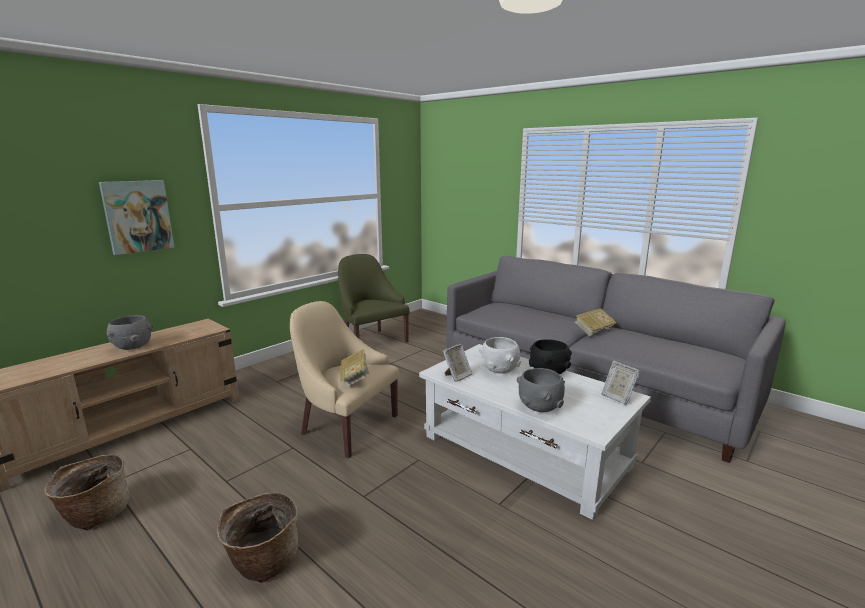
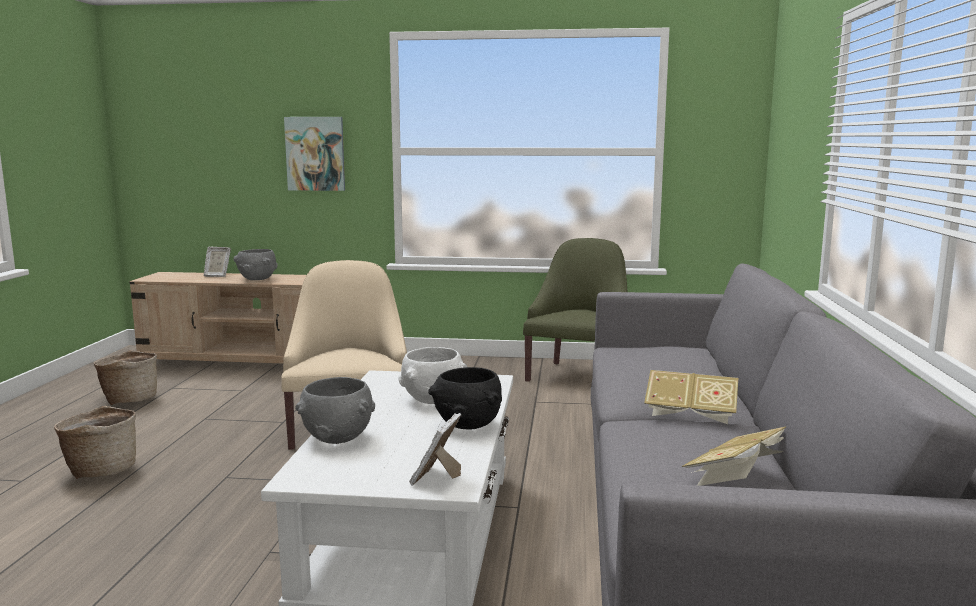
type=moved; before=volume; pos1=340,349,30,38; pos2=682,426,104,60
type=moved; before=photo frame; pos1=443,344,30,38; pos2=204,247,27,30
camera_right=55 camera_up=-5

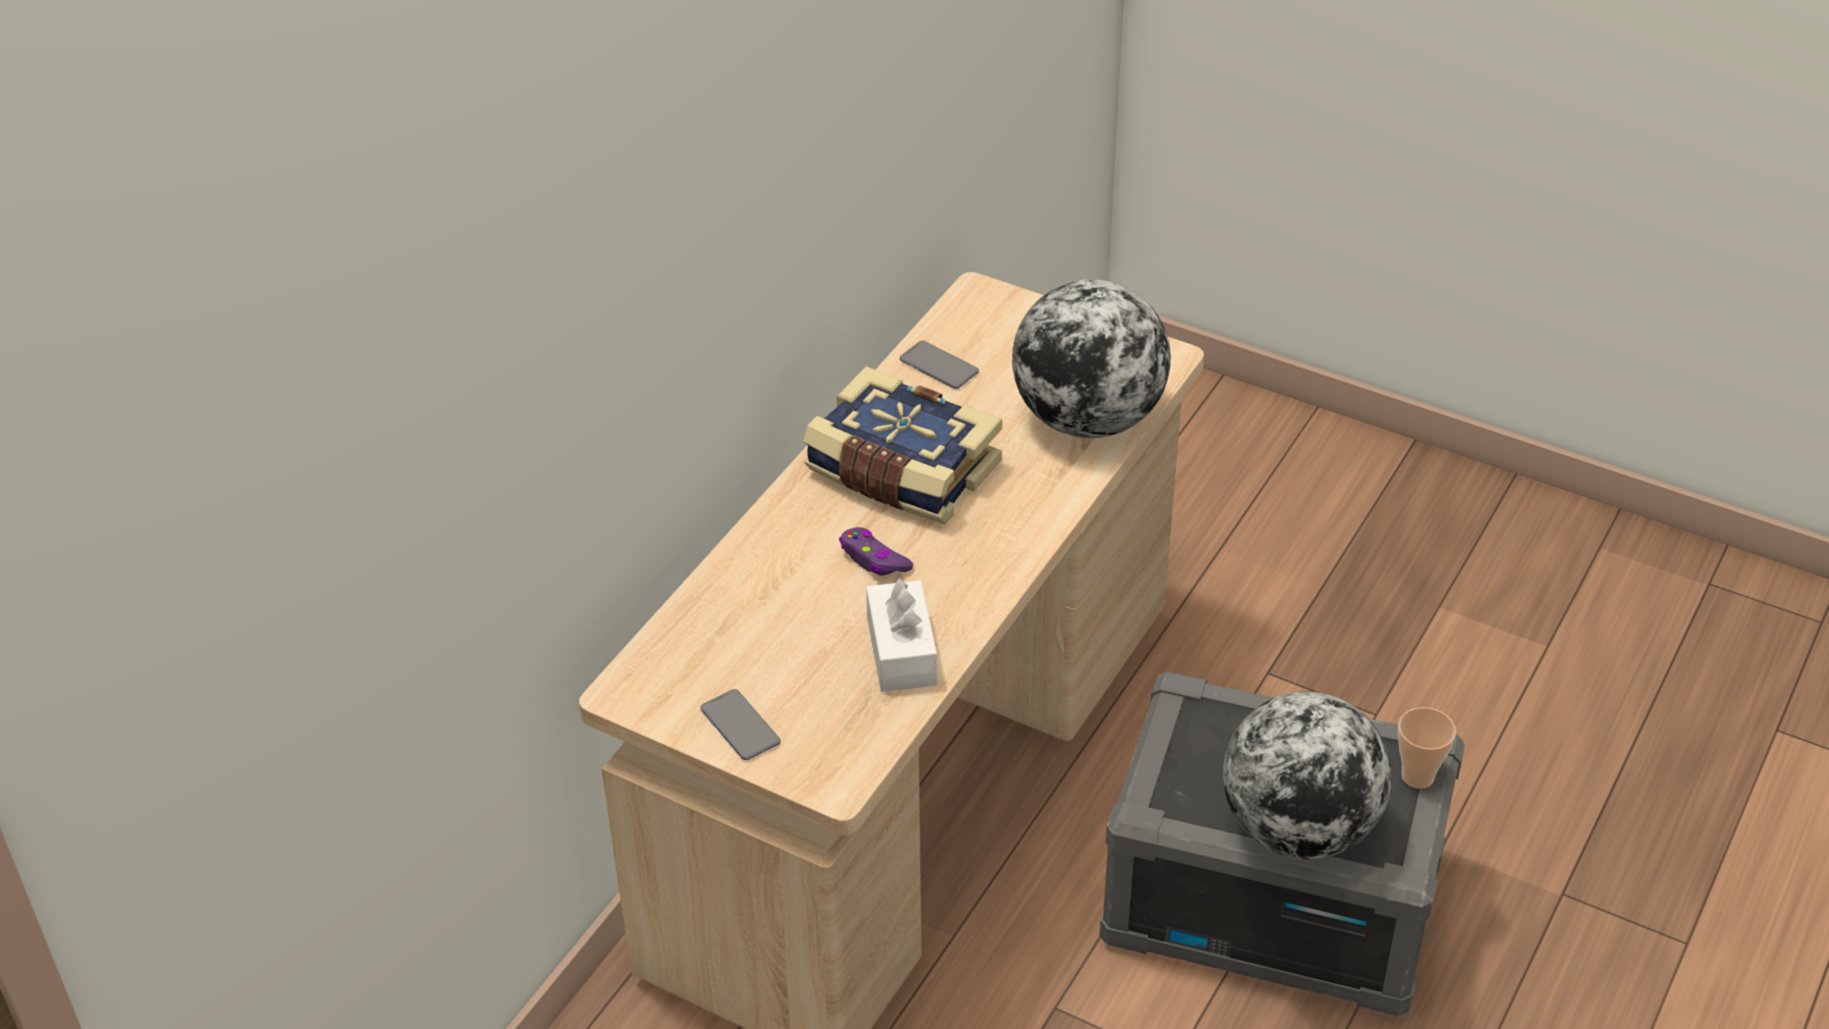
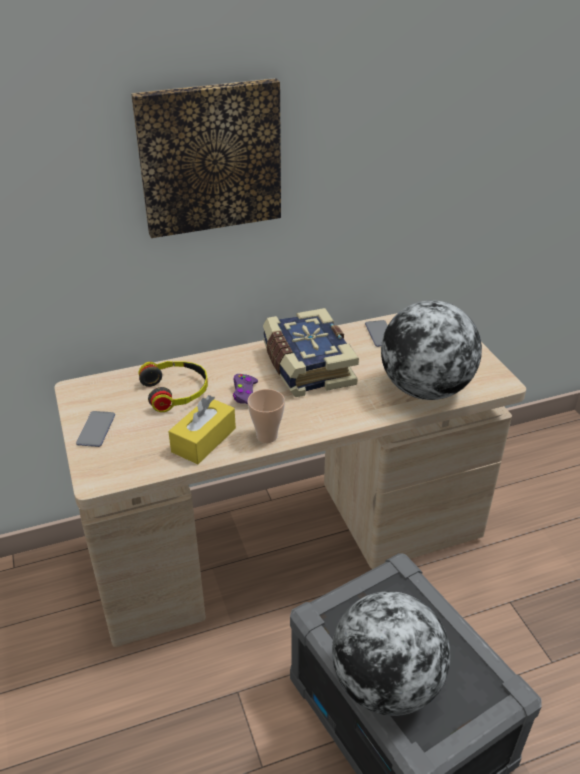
type=recoloured; before=whitish tissue box; after=yellow tissue box; pos1=866,578,71,114; pos2=168,395,68,69
type=moved; before=cup; pos1=1398,707,58,82; pos2=248,389,37,54
type=added; after=wall picture; pos2=131,78,150,160
type=added; after=headset; pos2=139,361,69,51
camera_right=40 camera_up=-5

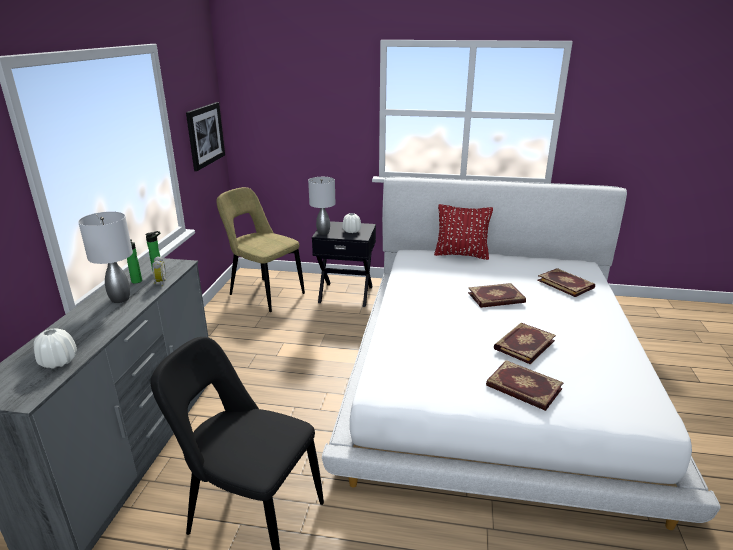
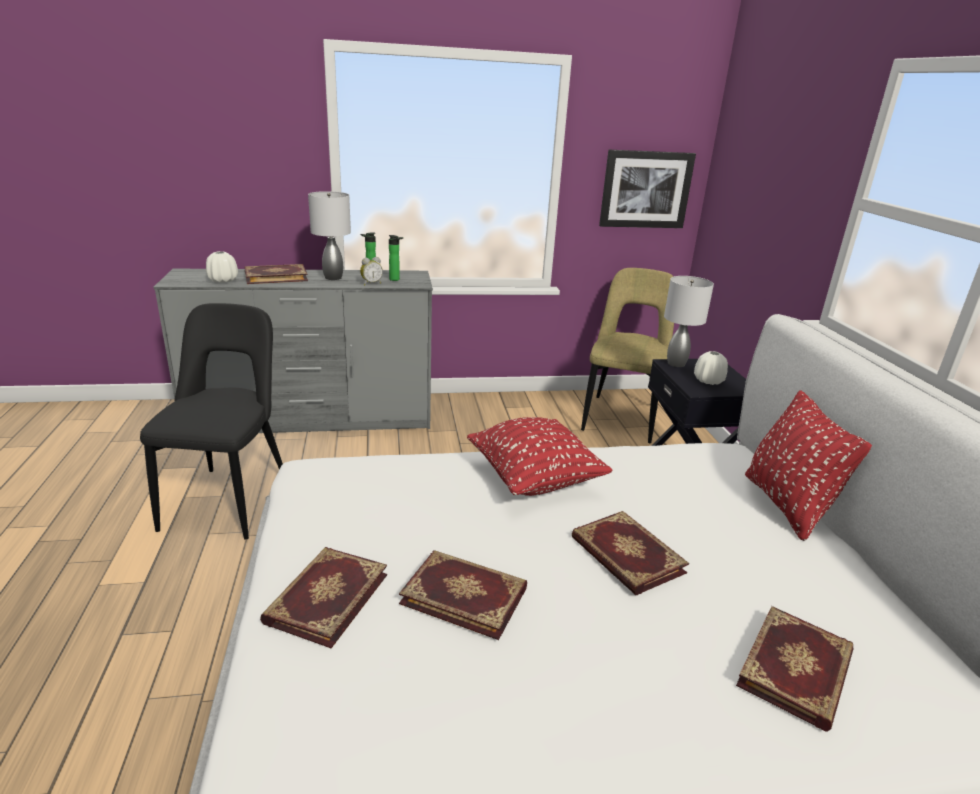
type=added; after=volume; pos2=244,264,64,20
type=added; after=red-coloured cushion; pos2=467,417,145,79
camera_right=70 camera_up=0

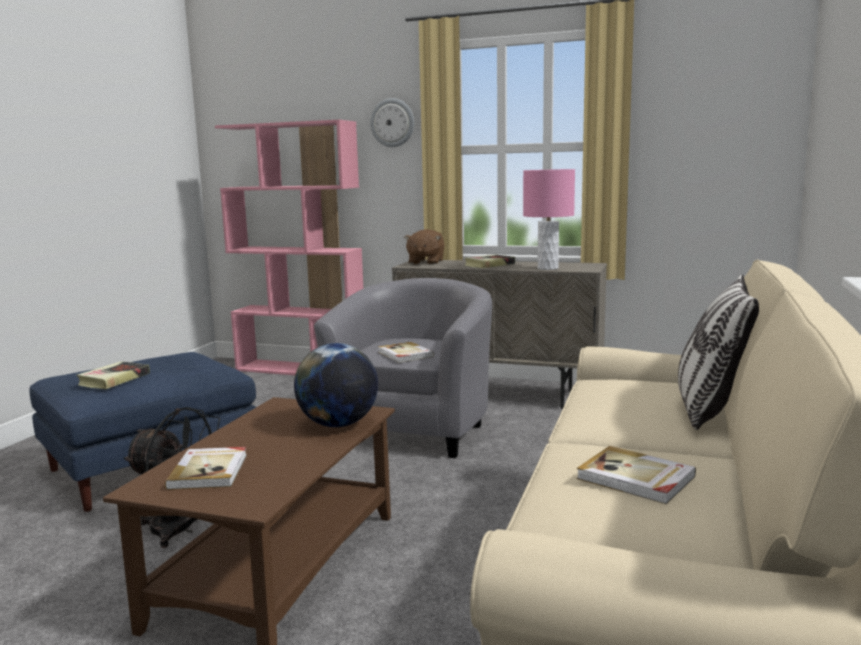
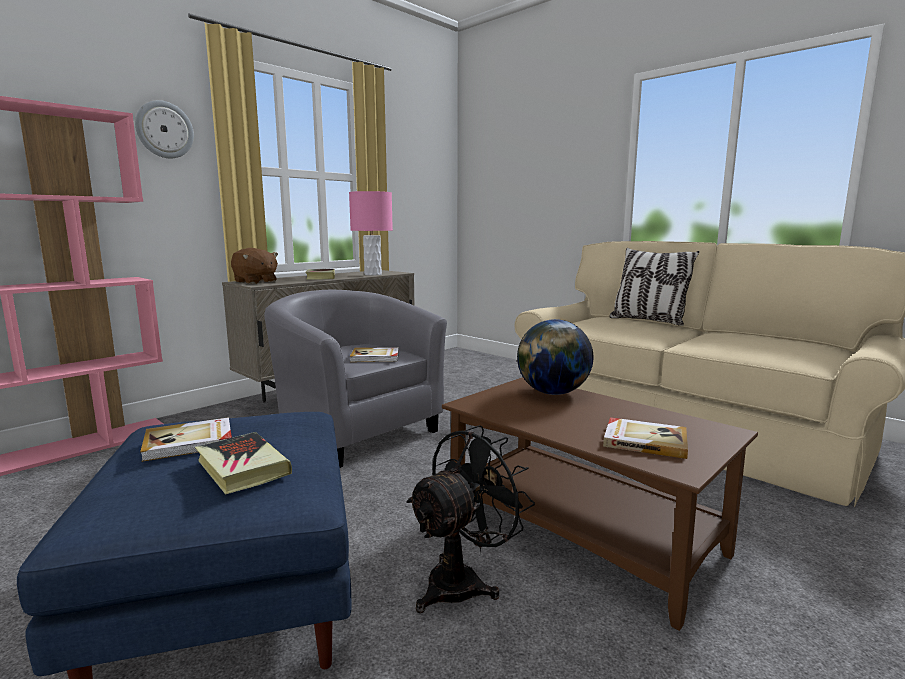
type=moved; before=volume; pos1=577,446,119,58; pos2=140,417,92,45
camera_right=-65 camera_up=0

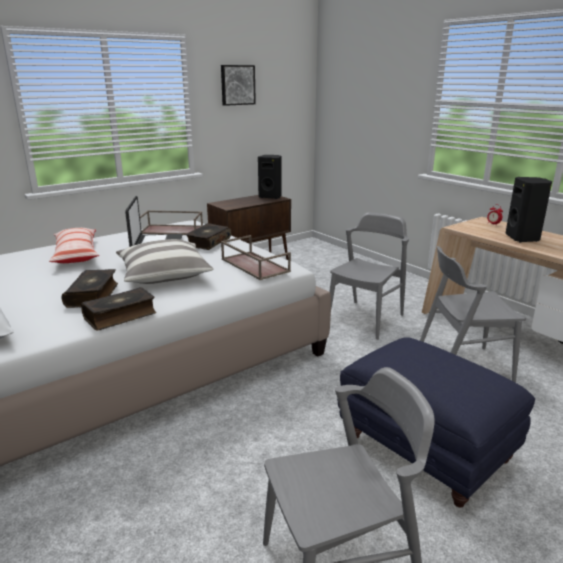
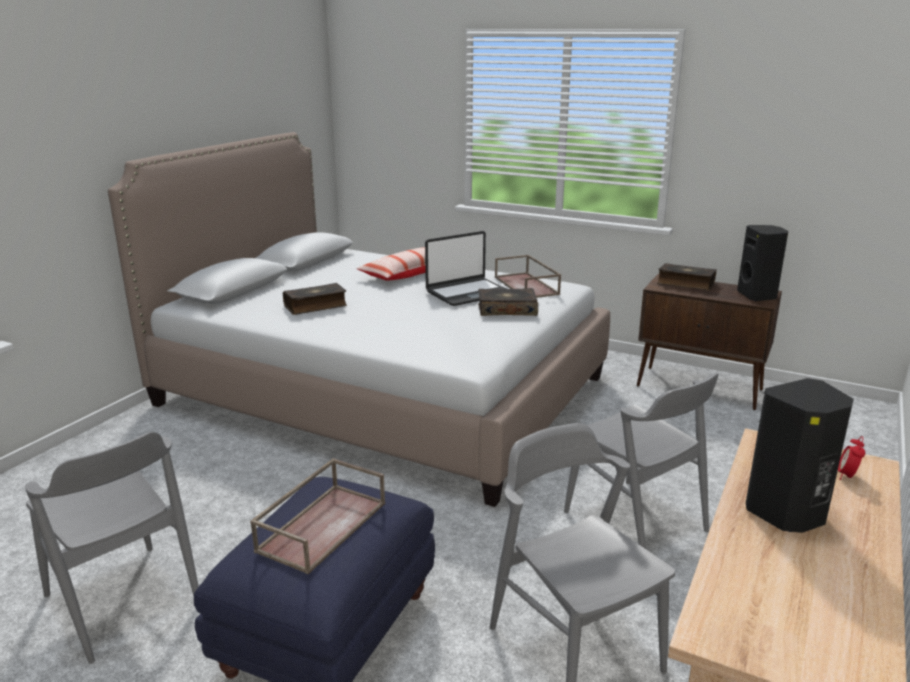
type=moved; before=volume; pos1=81,287,75,44; pos2=657,263,59,28
type=removed; before=cushion; pos1=116,239,97,45
type=removed; before=wall picture; pos1=221,65,35,41
type=moved; before=brown-coloured carrying tray; pos1=221,235,70,45; pos2=250,458,135,116
type=turned; before=greyish plain chair; pos1=329,212,80,128; pos2=564,373,155,176; turn=45
camera_right=65 camera_up=0

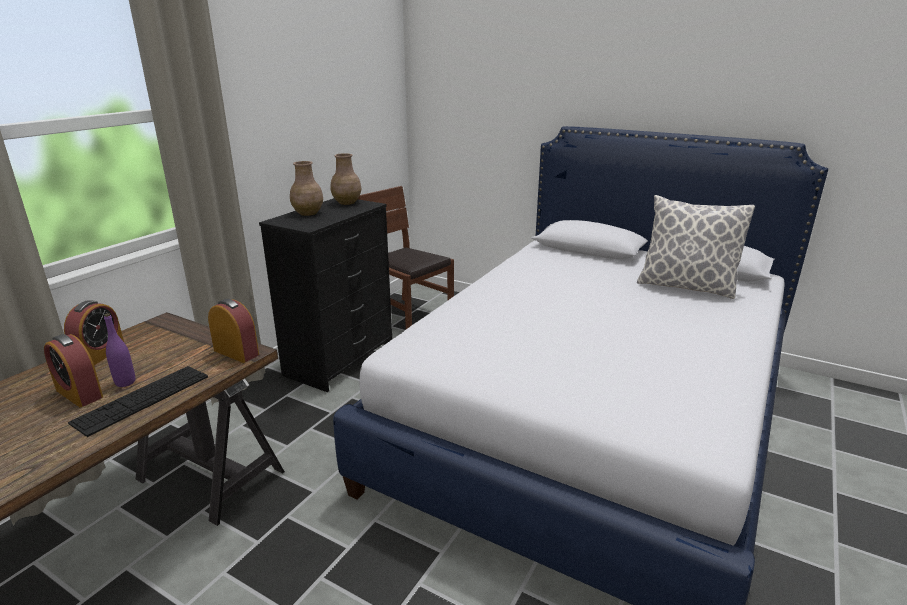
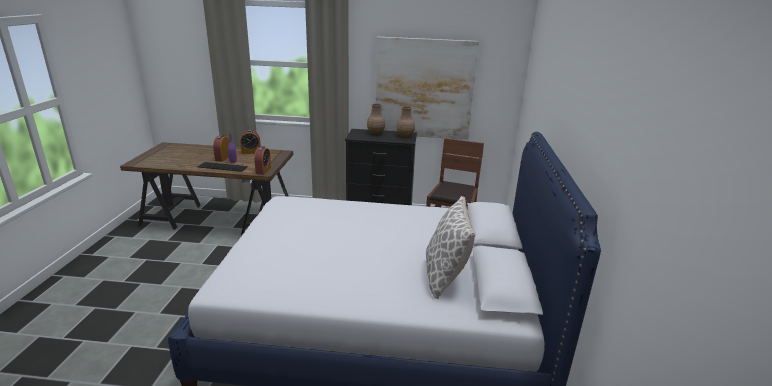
type=added; after=wall picture; pos2=376,37,103,103
camera_right=65 camera_up=0

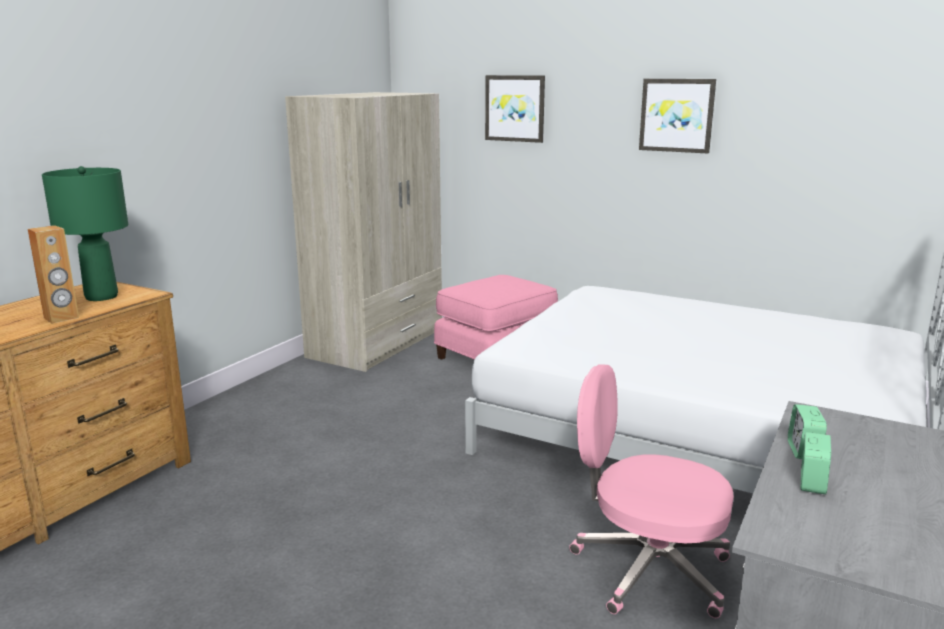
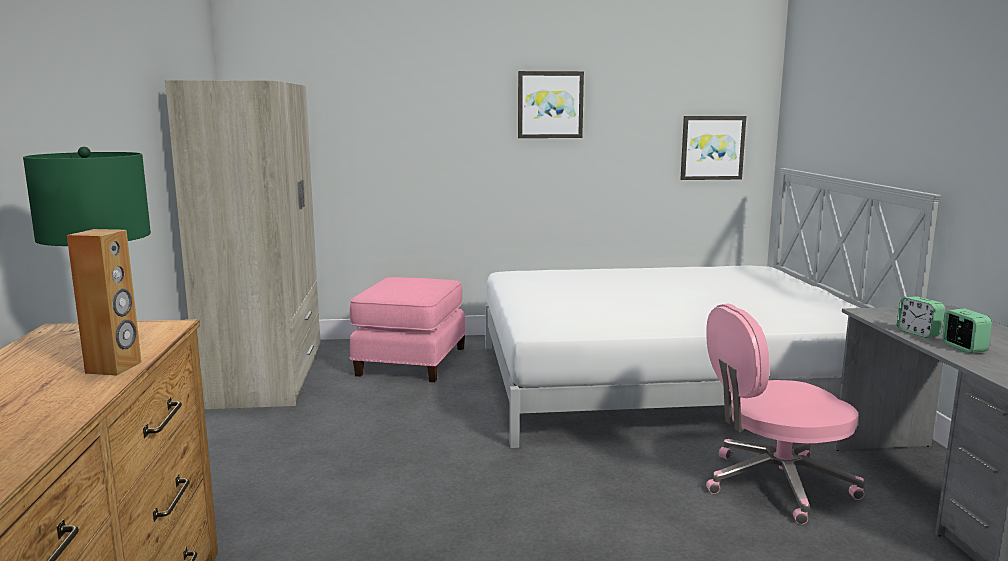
type=moved; before=wall picture; pos1=485,75,60,68; pos2=680,116,66,64
camera_right=-35 camera_up=-5

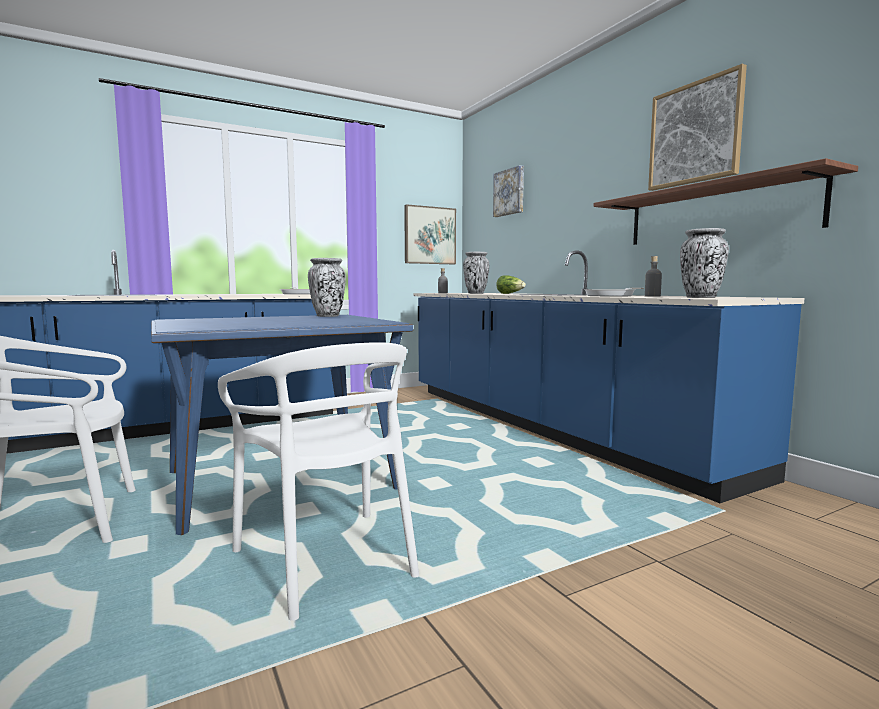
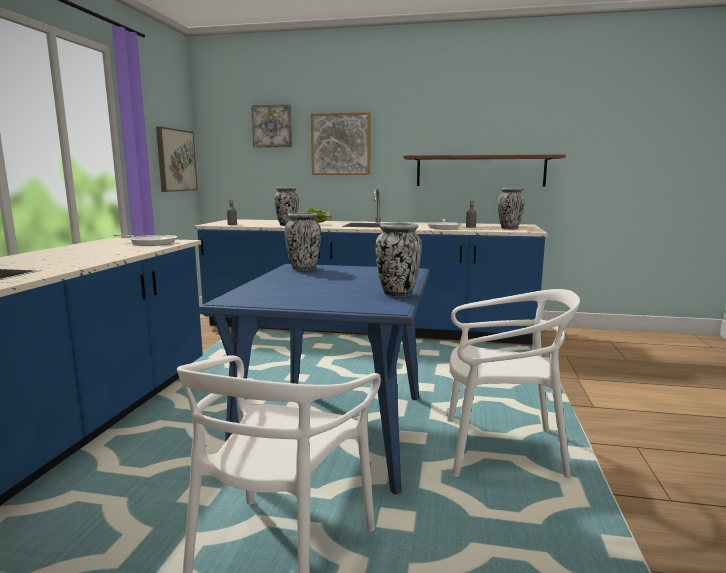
type=moved; before=wall picture; pos1=648,64,99,127; pos2=311,112,60,63
type=added; after=flower vase; pos2=375,222,47,75
camera_right=-50 camera_up=5

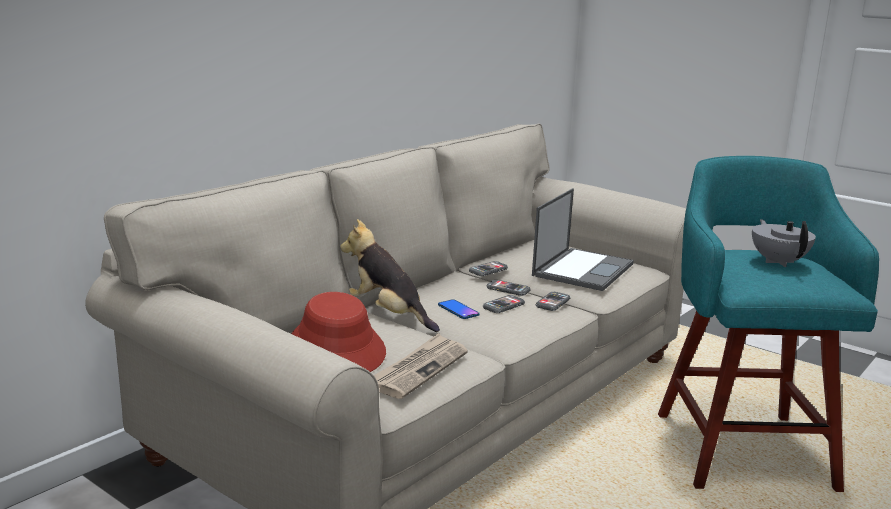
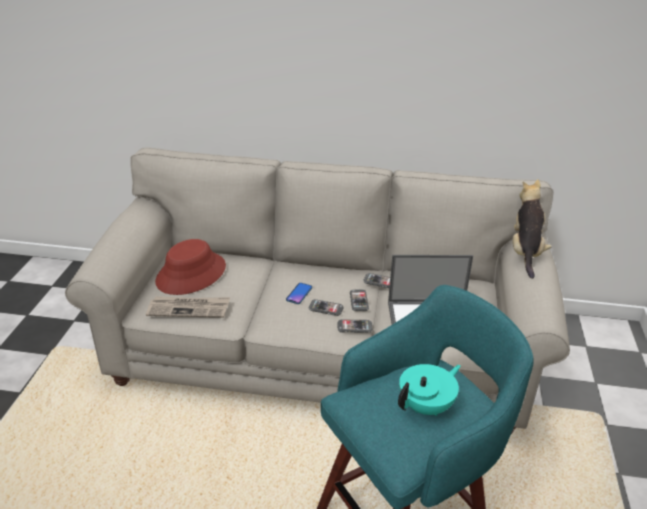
type=moved; before=soft toy; pos1=340,219,100,113; pos2=512,179,40,100
type=recoloured; before=greyish pot for tea; after=turquoise-coloured pot for tea; pos1=752,219,64,48; pos2=398,364,63,52
camera_right=60 camera_up=15

